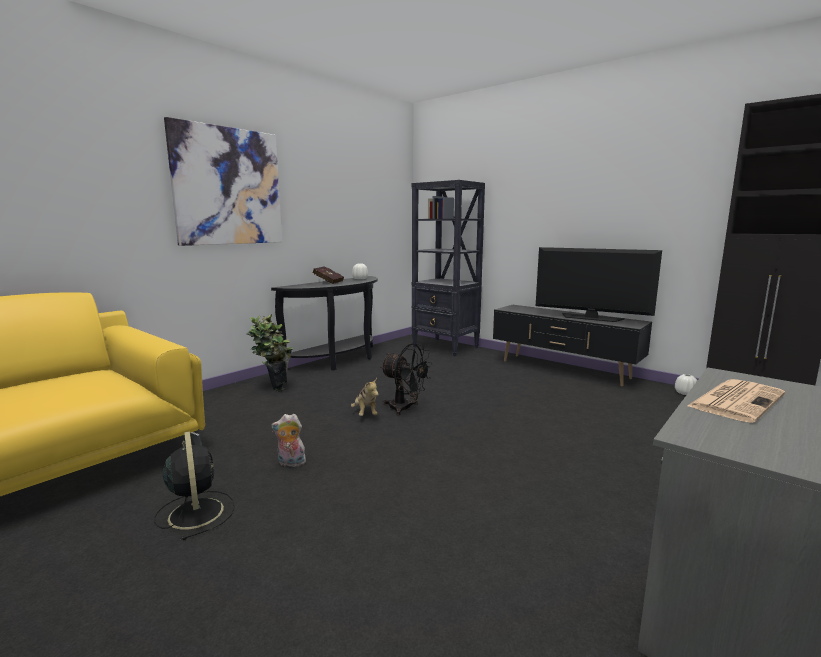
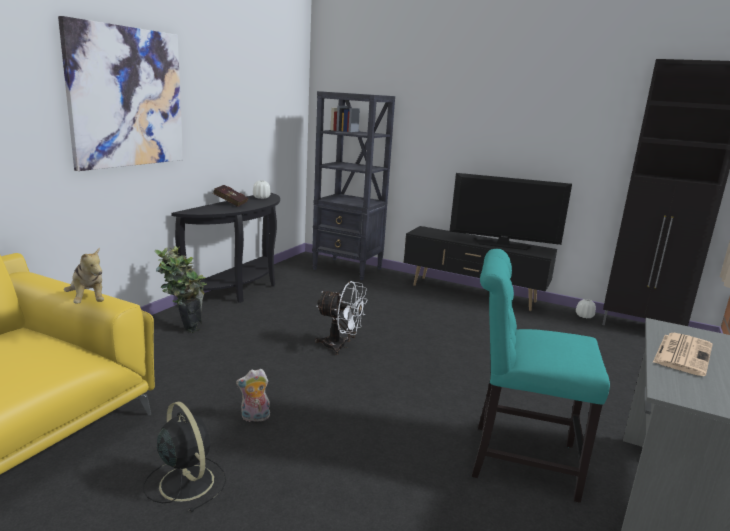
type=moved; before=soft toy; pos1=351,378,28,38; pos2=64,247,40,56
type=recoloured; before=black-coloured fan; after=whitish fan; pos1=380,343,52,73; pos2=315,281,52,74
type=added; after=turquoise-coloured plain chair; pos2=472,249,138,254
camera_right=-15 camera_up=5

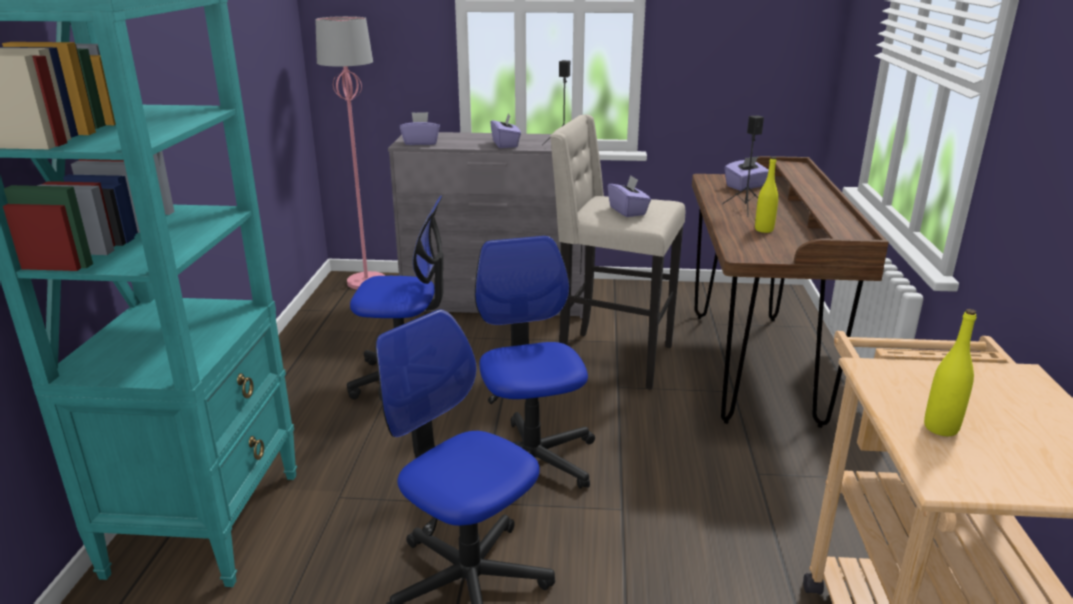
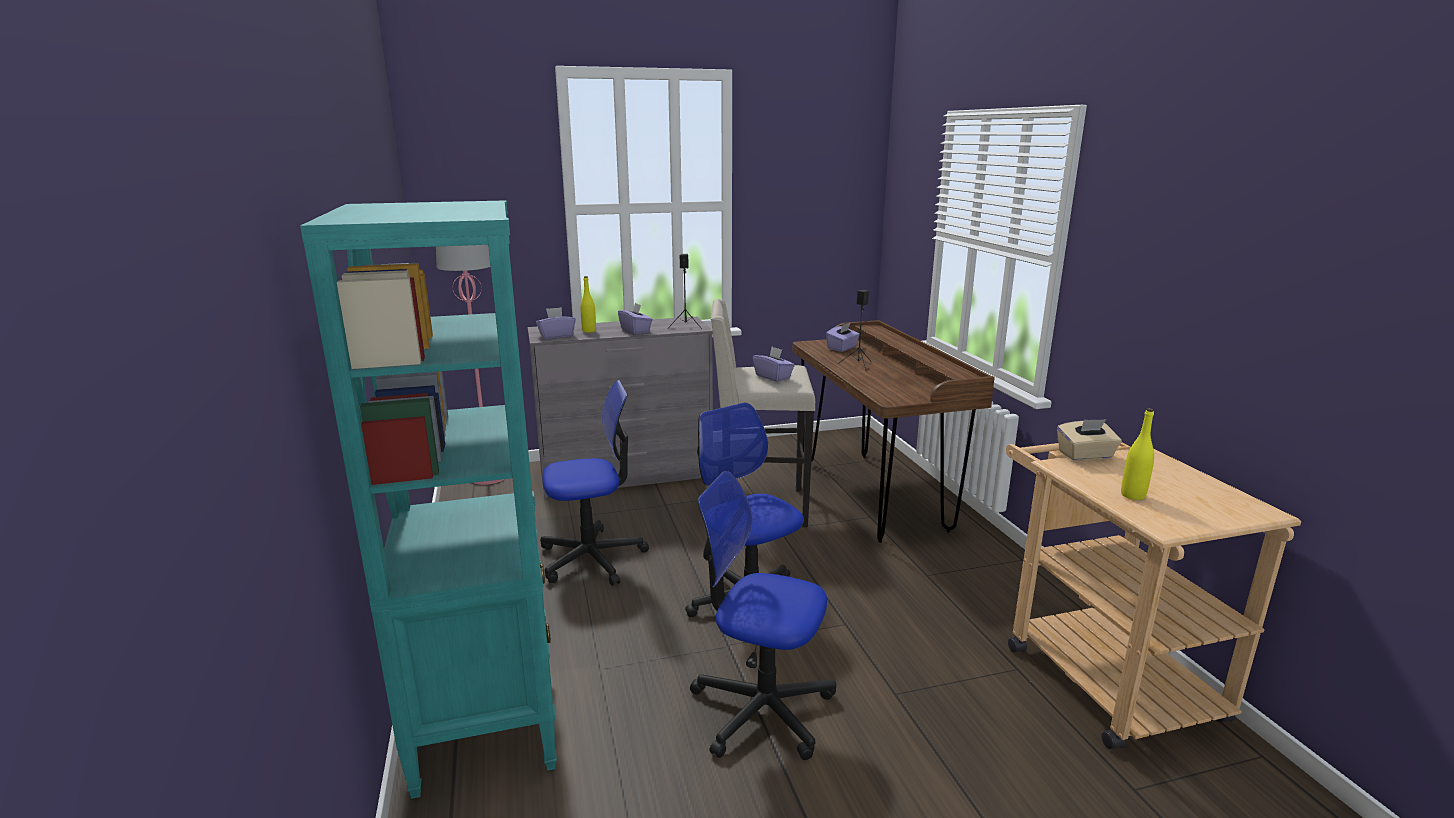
type=moved; before=yellow beverage bottle; pos1=755,157,23,76; pos2=580,276,16,57
type=added; after=beige tissue box; pos2=1057,419,65,42
camera_right=-20 camera_up=-5

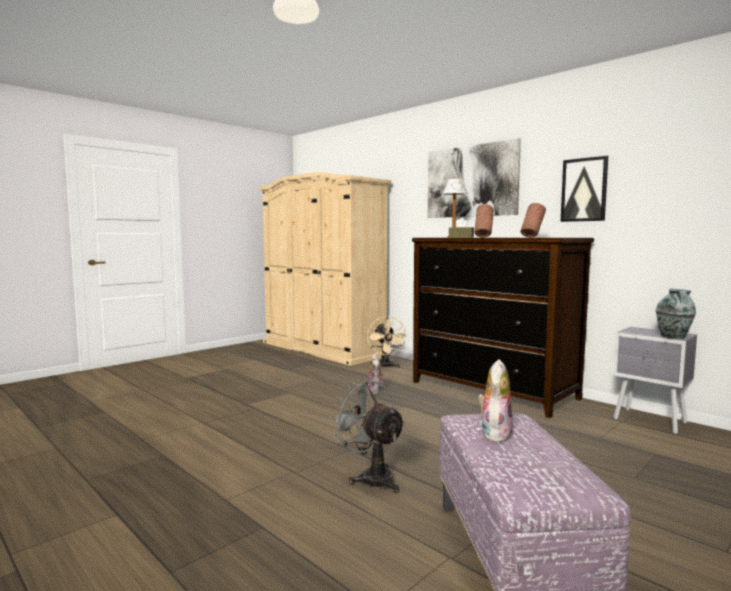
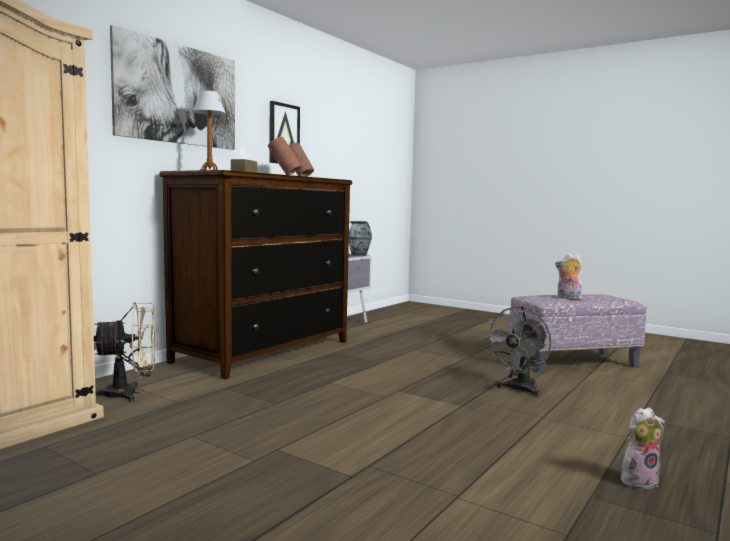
type=moved; before=soft toy; pos1=367,354,17,41; pos2=620,407,45,82
camera_right=-100 camera_up=0

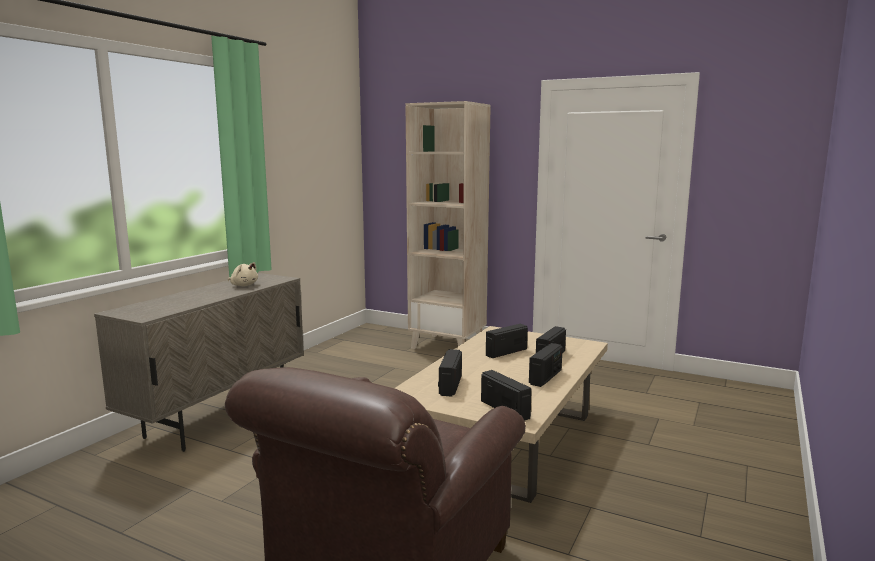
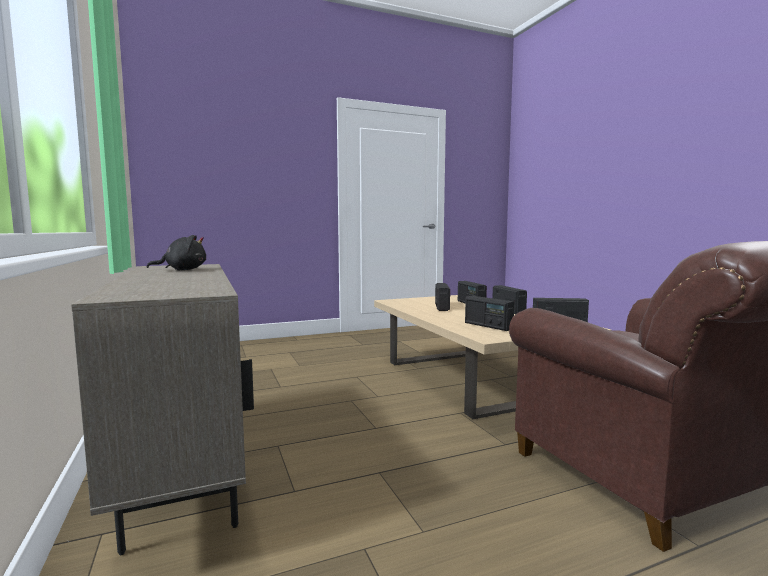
type=recoloured; before=beige soft toy; after=black-coloured soft toy; pos1=228,262,30,24; pos2=147,235,59,35
type=removed; before=beige shelving unit; pos1=405,101,86,248
camera_right=-50 camera_up=-5

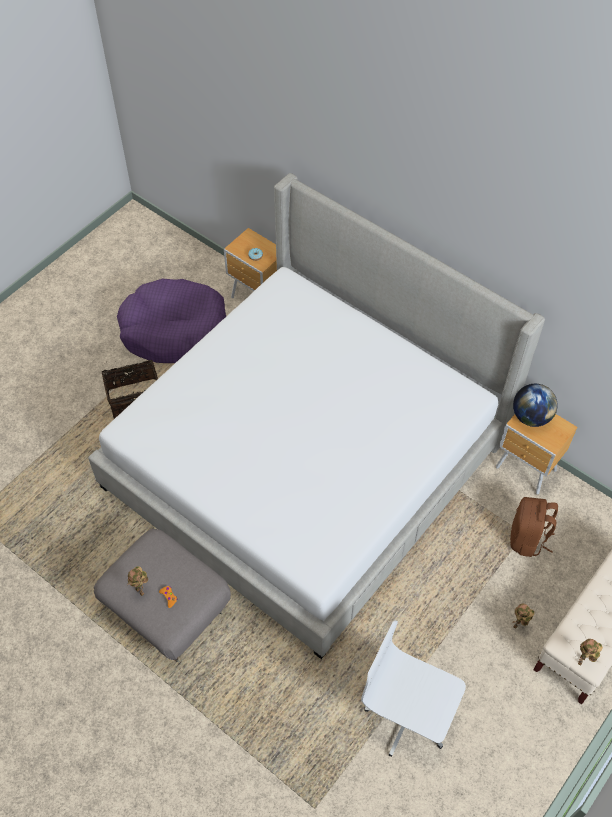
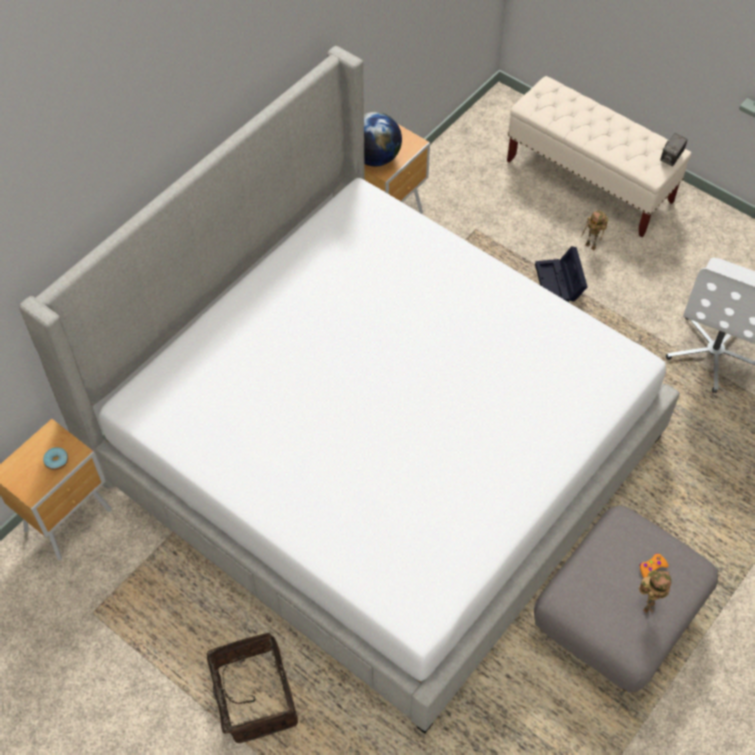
type=removed; before=purplish dog cushion; pos1=117,279,109,84
type=removed; before=brown-coloured knapsack; pos1=510,497,48,60
type=replaced; before=robot figure; after=photo camera; pos1=578,639,25,26; pos2=660,133,27,34
type=added; after=black-coloured storage bin; pos2=535,246,52,56
camera_right=-90 camera_up=0

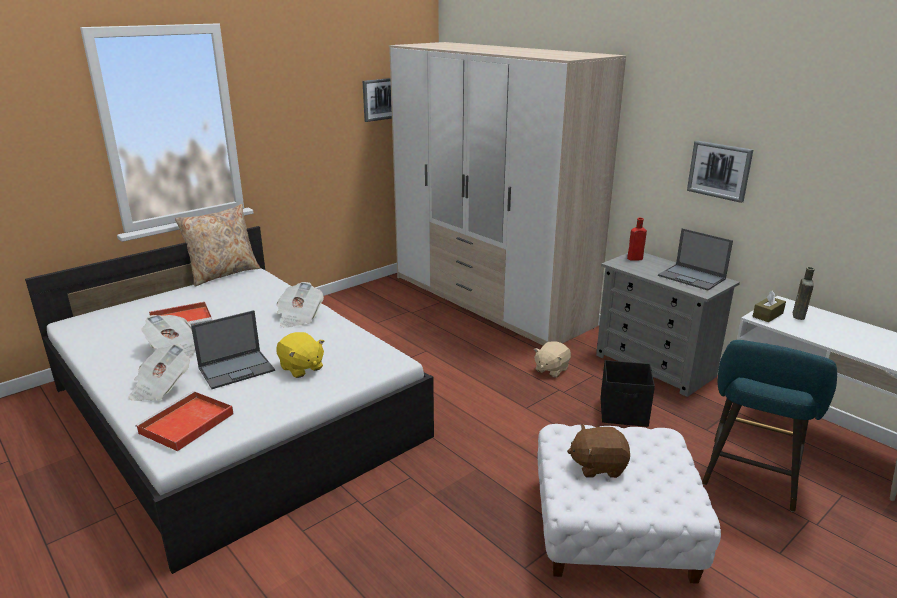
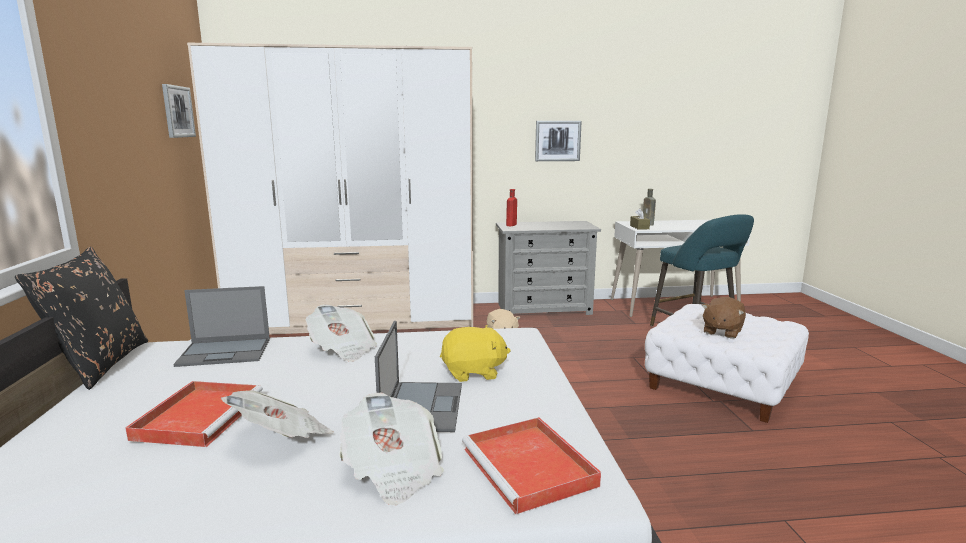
type=recoloured; before=beige cushion; after=black-coloured cushion; pos1=175,204,85,82; pos2=15,247,133,143
type=removed; before=black-coloured storage bin; pos1=600,360,55,67
type=moved; before=notebook computer; pos1=658,228,75,62; pos2=173,286,97,81
camera_right=-55 camera_up=-10

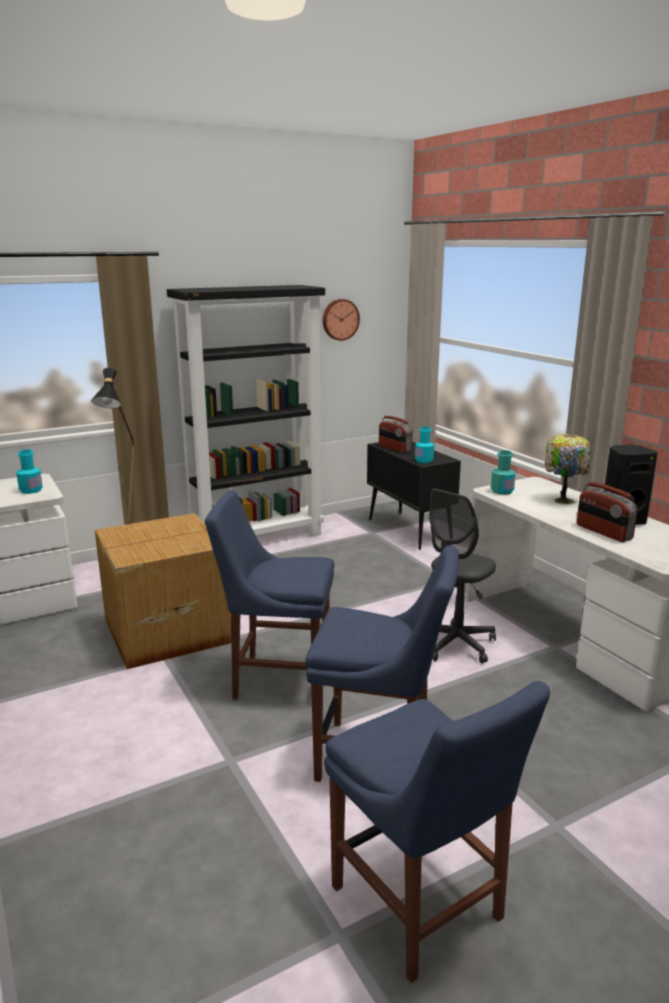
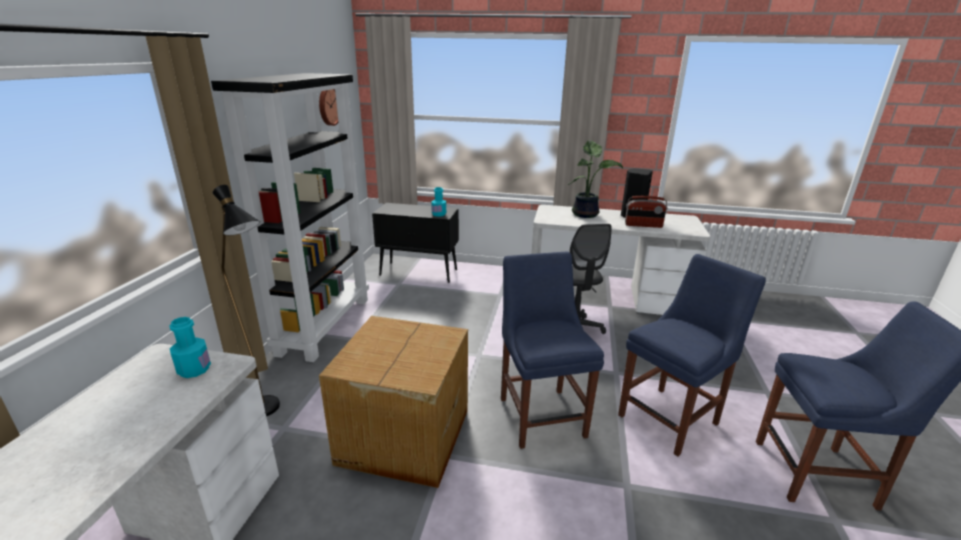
type=turned; before=blue plain chair; pos1=205,490,129,210; pos2=501,251,103,198; turn=120
type=removed; before=radio receiver; pos1=379,416,34,37
type=removed; before=turquoise-coloured beverage bottle; pos1=491,450,25,45
type=replaced; before=table lamp; after=houseplant; pos1=545,434,46,70; pos2=568,140,55,78
camera_right=-50 camera_up=5

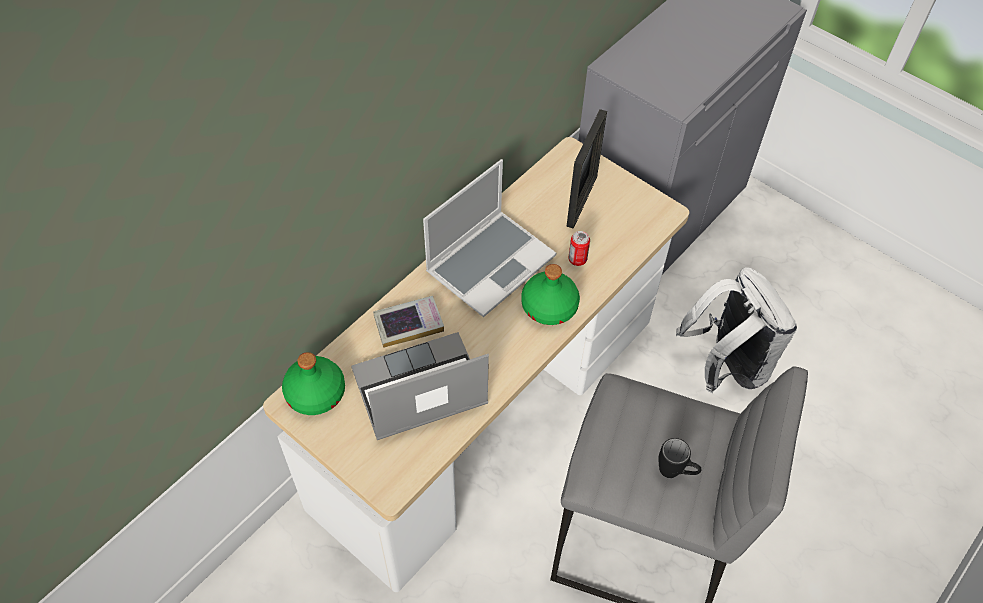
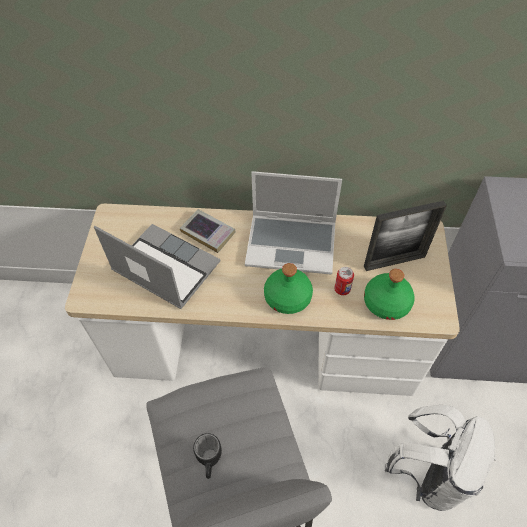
type=moved; before=green beverage bottle; pos1=282,352,63,63; pos2=364,269,51,51
camera_right=55 camera_up=0

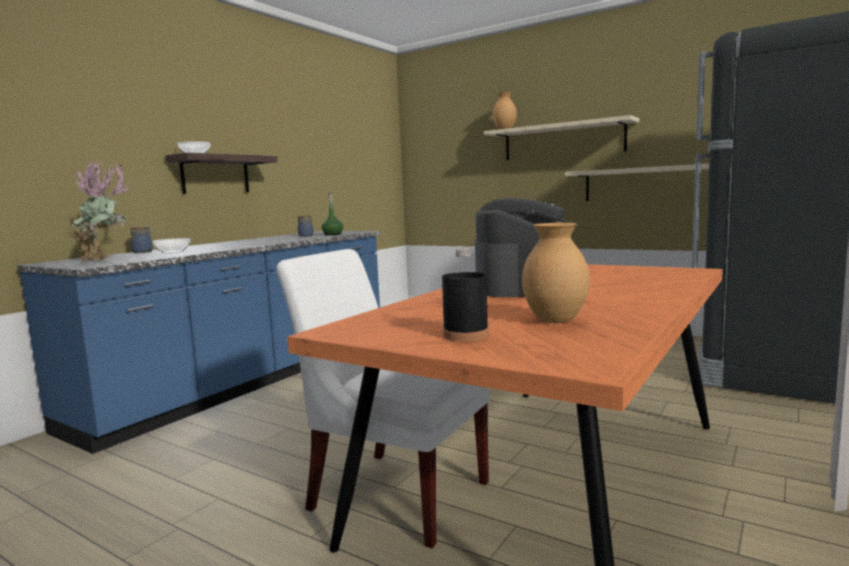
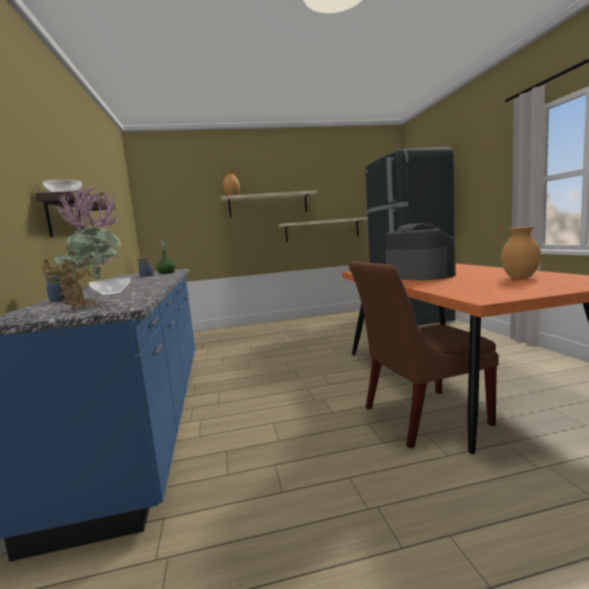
type=recoloured; before=whitish plain chair; after=brown-coloured plain chair; pos1=276,249,214,299; pos2=349,261,150,187
type=removed; before=black-coloured beverage bottle; pos1=442,248,47,94
camera_right=-45 camera_up=0

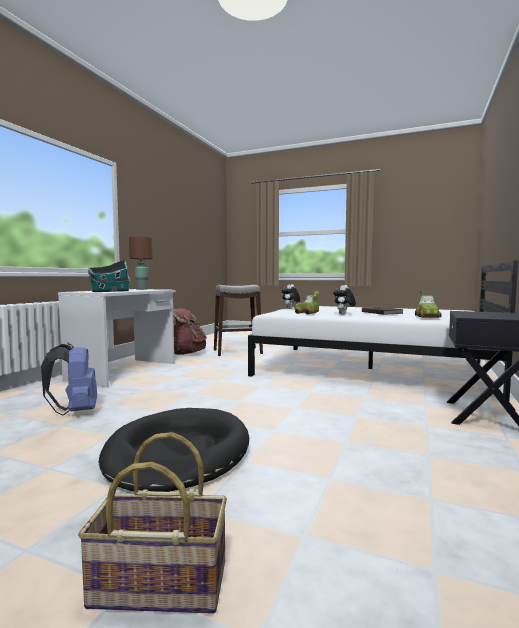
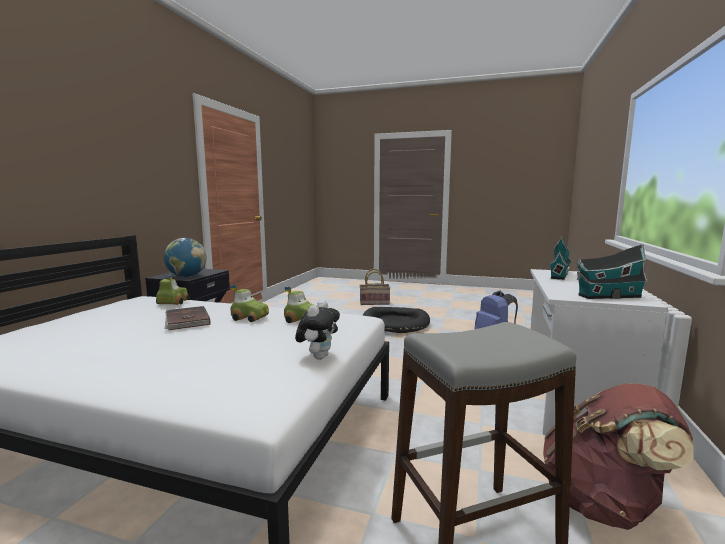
type=replaced; before=brown-coloured table lamp; after=model house; pos1=129,236,24,54; pos2=576,244,72,55
type=replaced; before=soft toy; after=miniature car; pos1=333,285,23,29; pos2=231,285,38,37
type=added; after=globe; pos2=164,238,43,39
camera_right=175 camera_up=5

